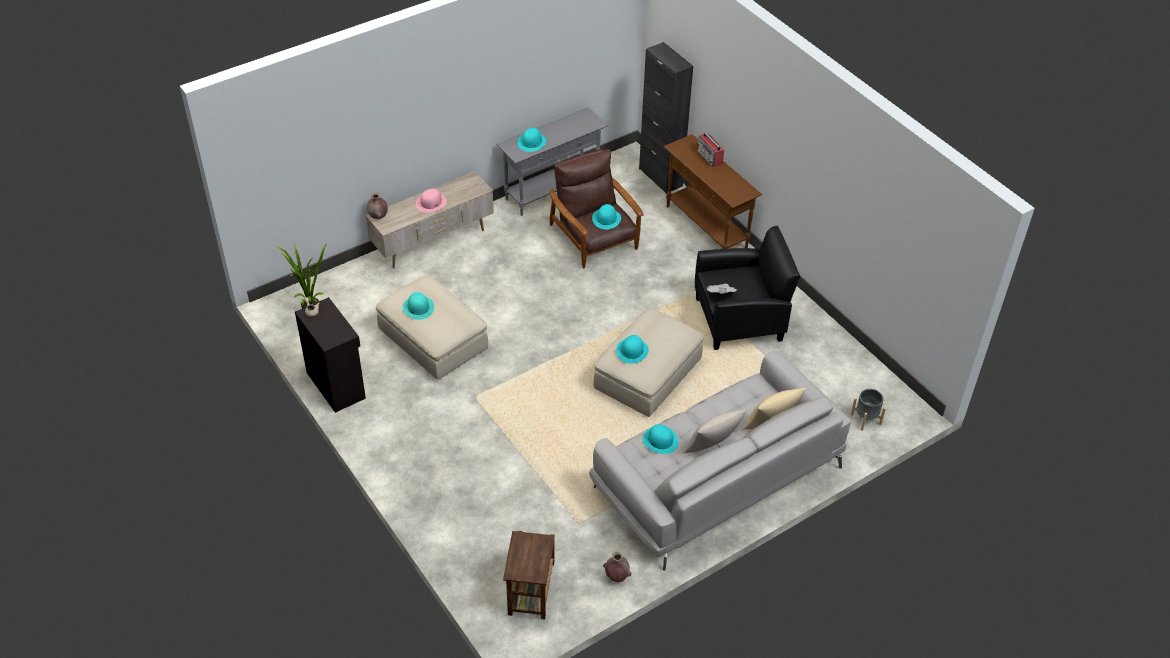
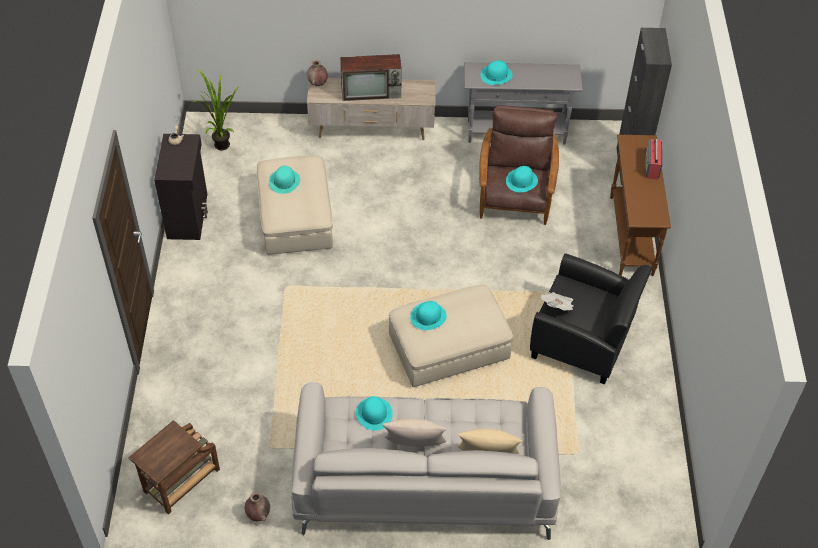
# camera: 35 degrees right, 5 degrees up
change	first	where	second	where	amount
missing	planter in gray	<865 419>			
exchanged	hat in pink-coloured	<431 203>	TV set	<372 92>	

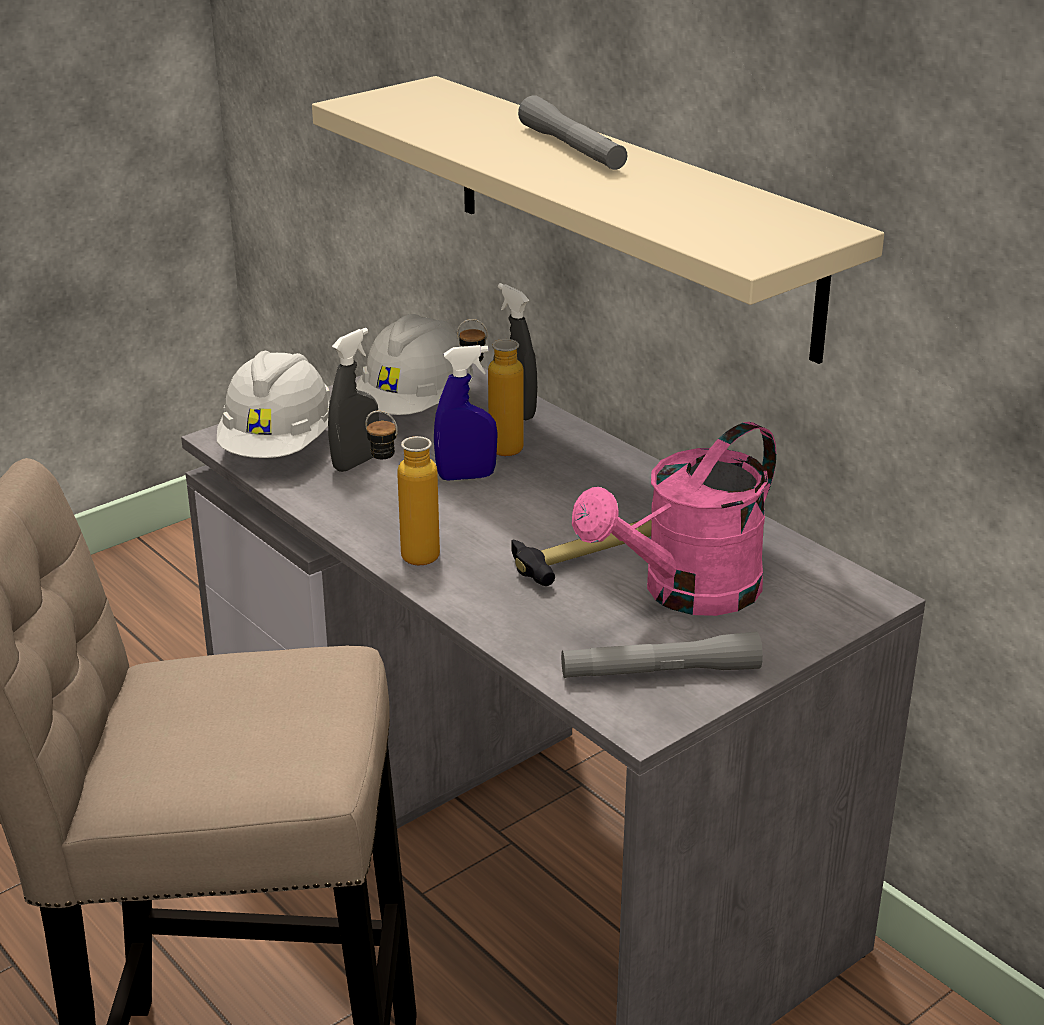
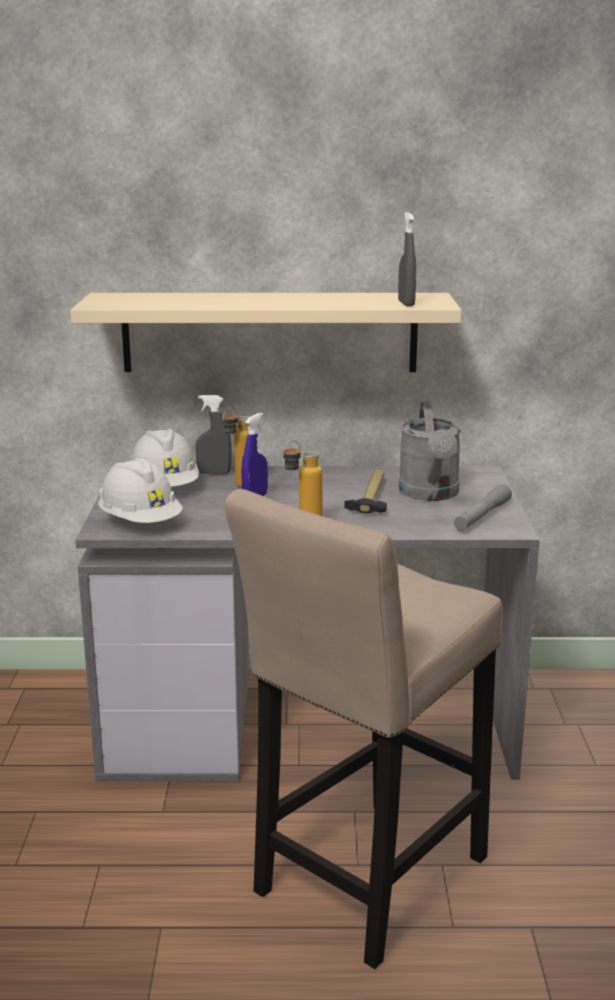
# camera: 50 degrees left, 10 degrees down
change	first	where	second	where	amount
missing	hand torch in gray	<572 149>			
relocated	sprayer in gray	<356 463>		<406 304>	
colour	sprinkling can in pink-coloured	<687 593>	sprinkling can in gray	<430 494>	

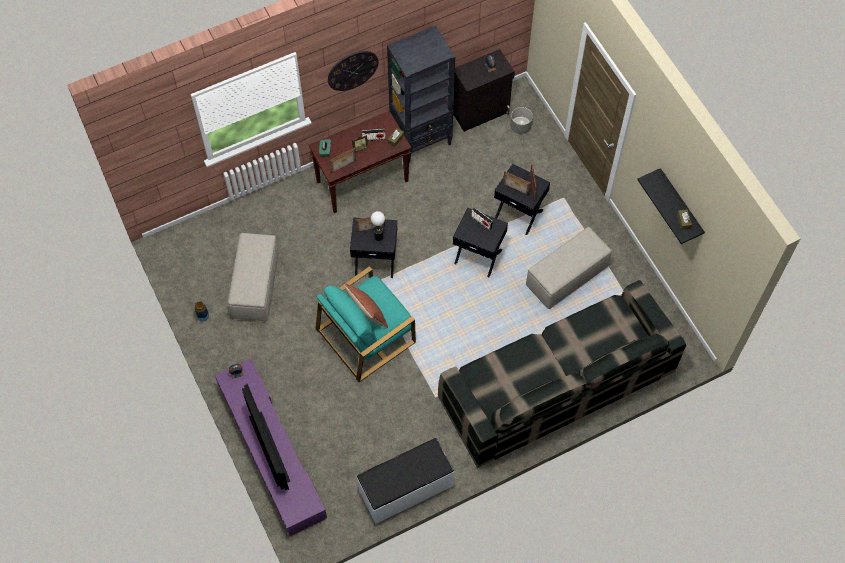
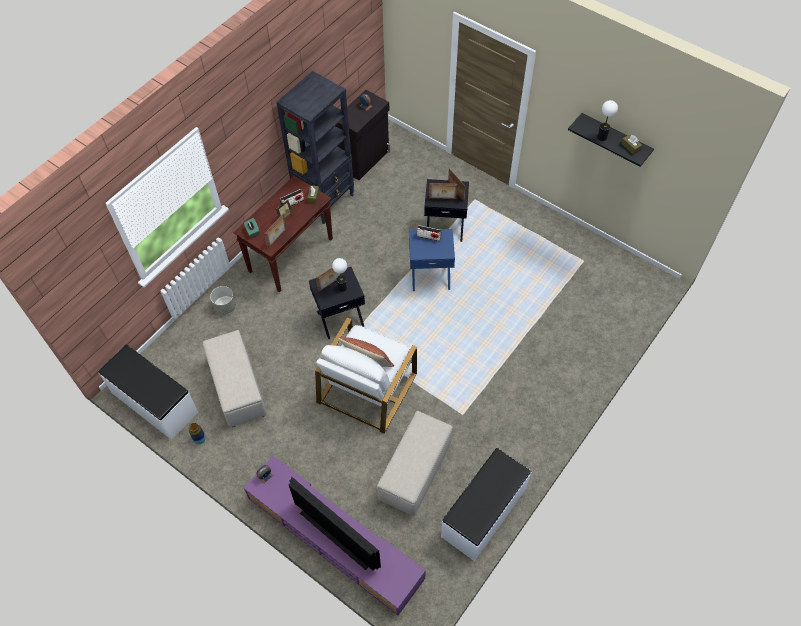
# camera: 25 degrees left, 5 degrees down
change	first	where	second	where	amount
missing	wall clock	<352 70>			
missing	sofa	<556 385>			
appeared			indoor bench in whitish	<154 403>	
appeared			tabletop lamp	<601 137>	
relocated	planter in gray	<520 127>		<225 307>	
relocated	footrest in beige	<566 277>		<415 471>	
colour	armchair in blue-green	<366 334>	armchair in whitish	<367 386>	
colour	accent table in black	<478 256>	accent table in blue	<430 276>	

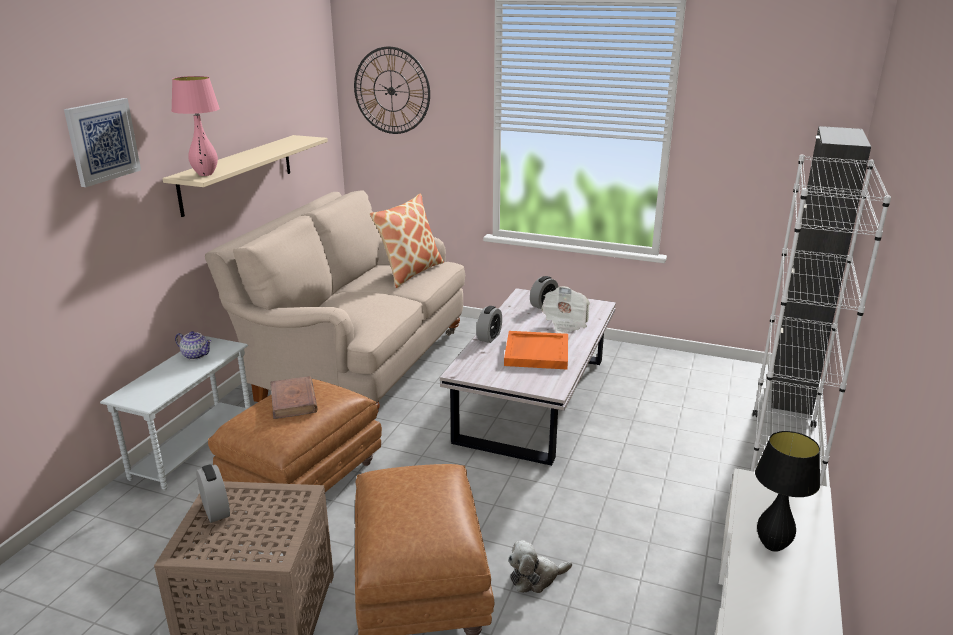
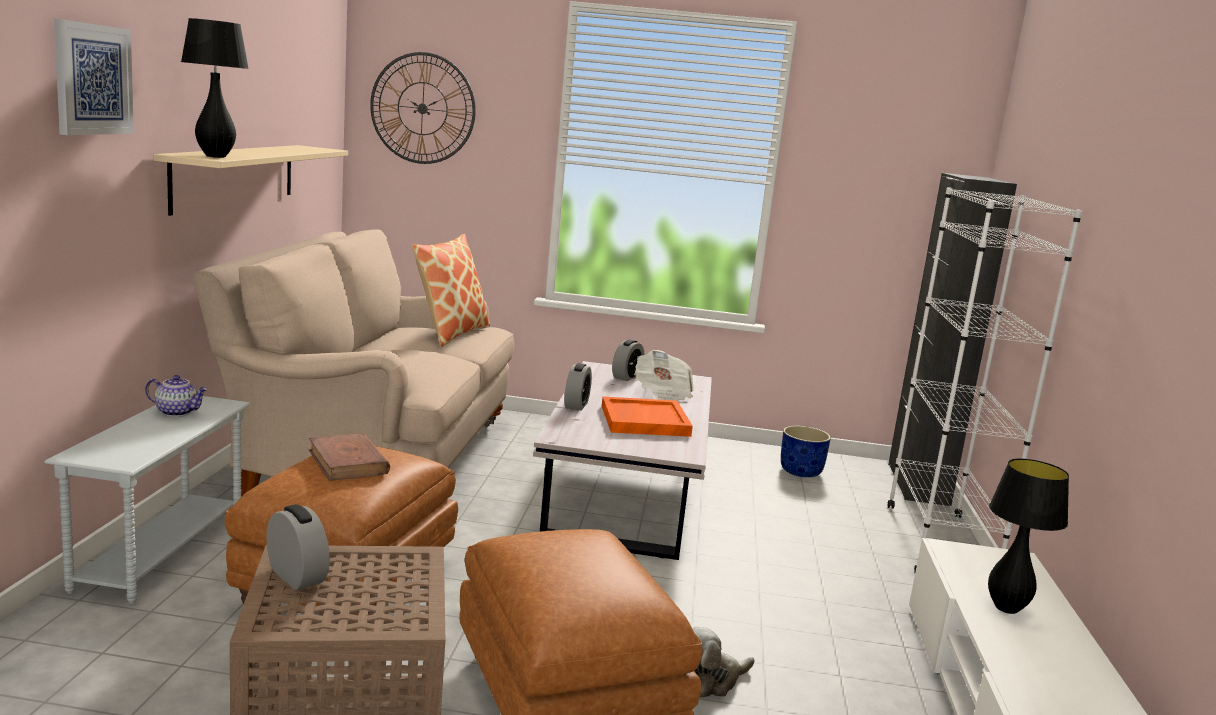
# camera: 15 degrees left, 10 degrees down
change	first	where	second	where	amount
appeared			planter in blue	<801 471>	
colour	tabletop lamp in pink-coloured	<205 174>	tabletop lamp in black	<215 156>	

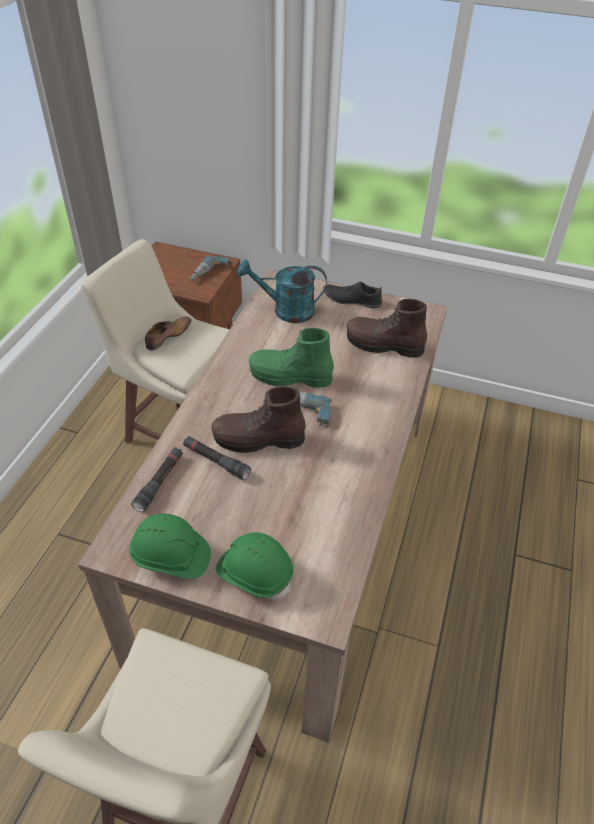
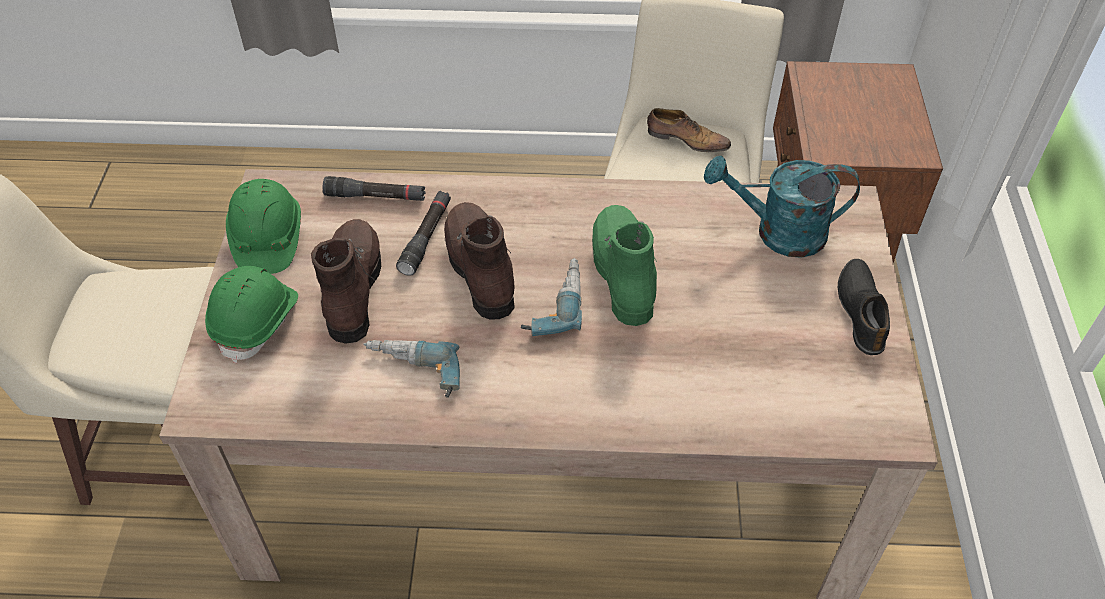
# camera: 75 degrees right, 5 degrees up
change	first	where	second	where	amount
relocated	power drill	<211 274>		<412 373>	
relocated	boot in brown-coloured	<383 345>		<353 289>	
spun	sprinkling can in blue-green	<286 310>		<778 233>	75 degrees counterclockwise

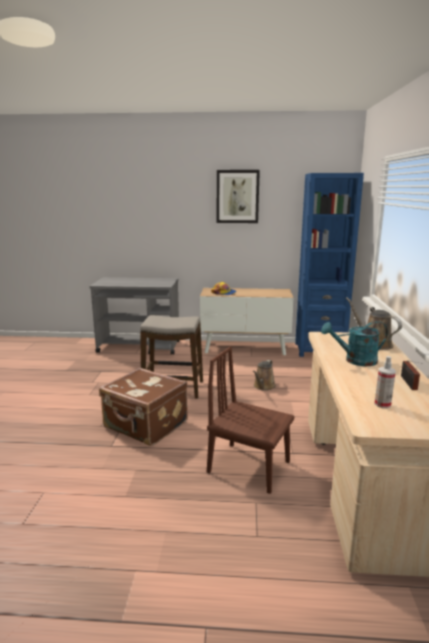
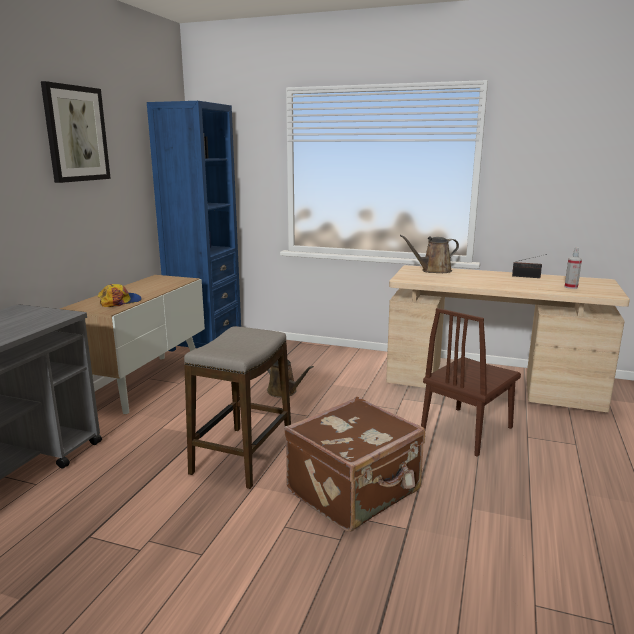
# camera: 75 degrees left, 0 degrees up
change	first	where	second	where	amount
missing	sprinkling can in blue-green	<355 361>			

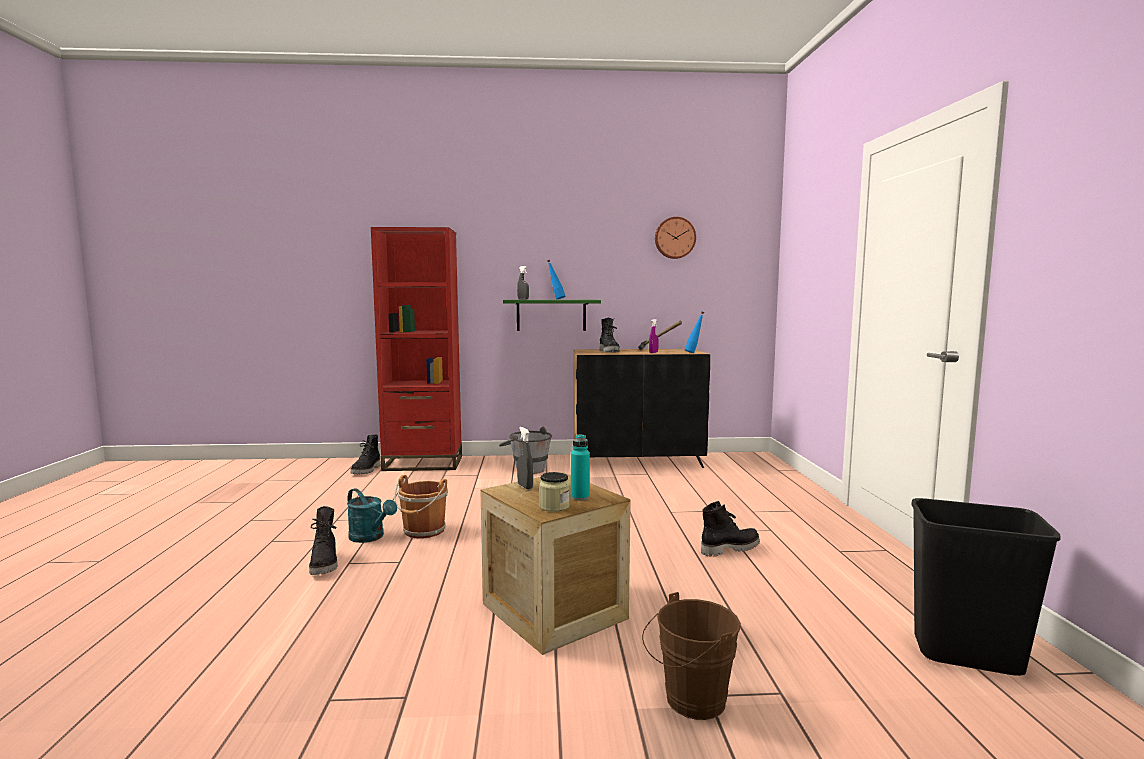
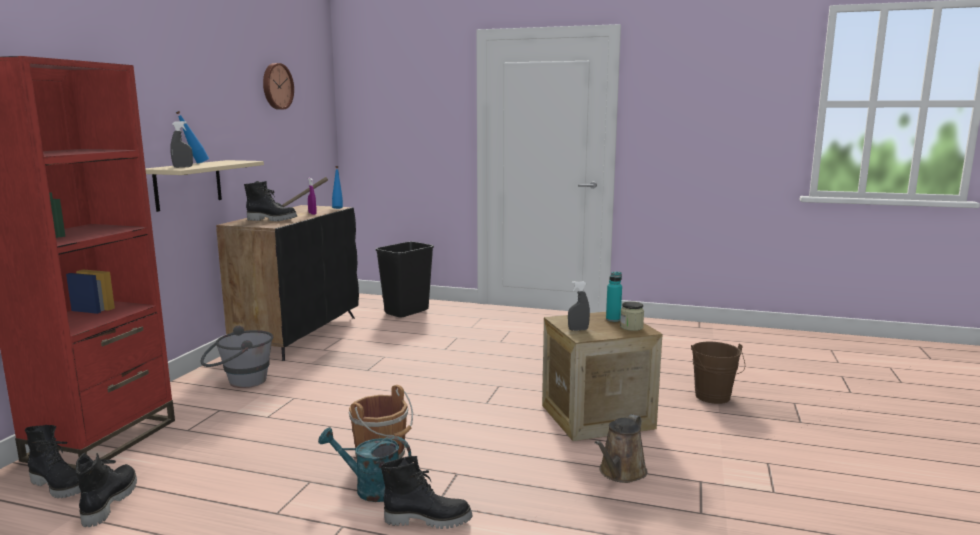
# camera: 70 degrees left, 5 degrees up
change	first	where	second	where	amount
appeared			sprinkling can in brown-coloured	<620 473>	
relocated	boot in black	<729 548>		<108 502>	
relocated	waste bin in black	<967 654>		<406 312>	
colour	shelf in green-coloured	<551 315>	shelf in beige	<188 184>	
spun	sprinkling can in blue-green	<370 537>		<370 489>	135 degrees counterclockwise

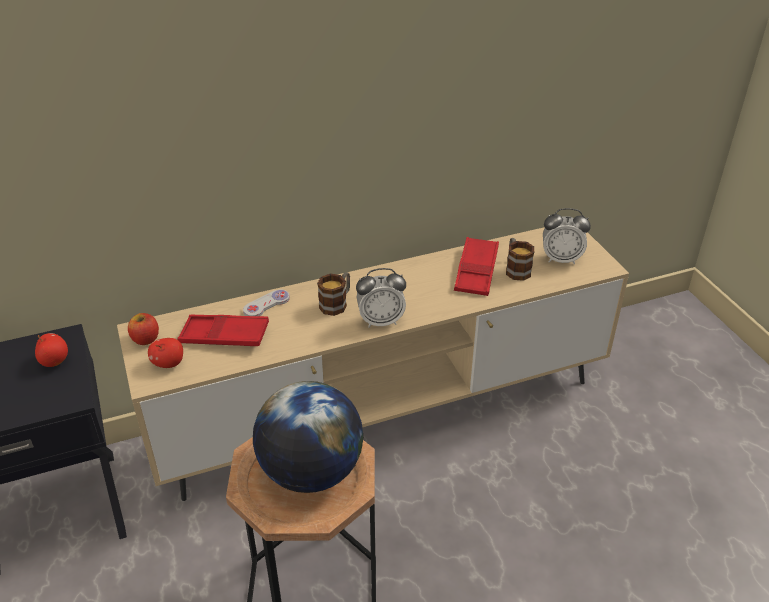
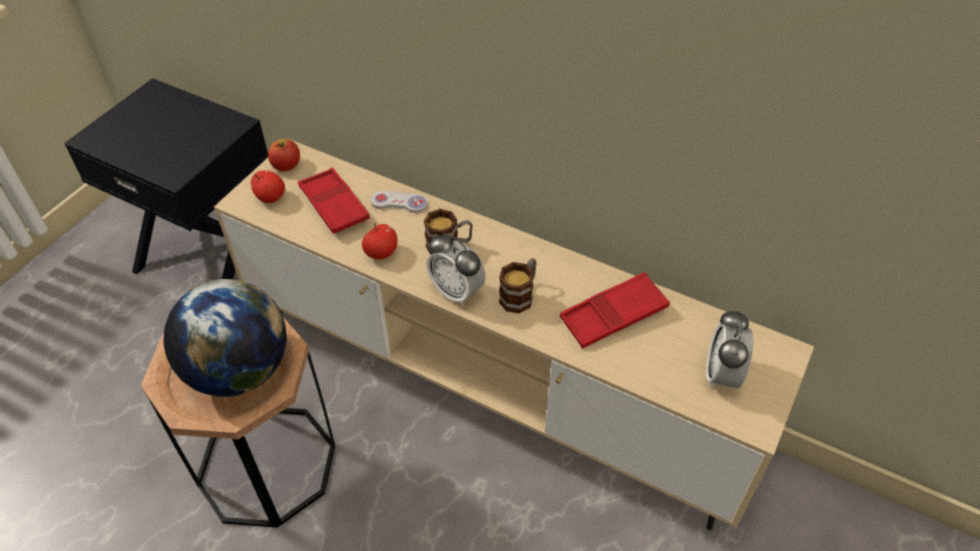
# camera: 50 degrees right, 10 degrees up
change	first	where	second	where	amount
relocated	apple	<54 361>		<381 253>	
relocated	tea mug	<516 269>		<520 295>	
spun	table clock	<561 259>		<721 374>	45 degrees clockwise

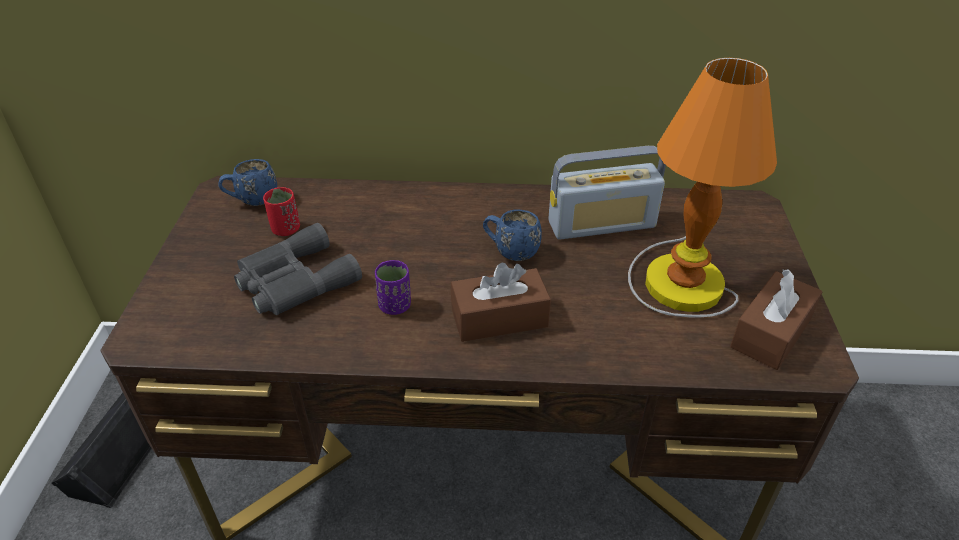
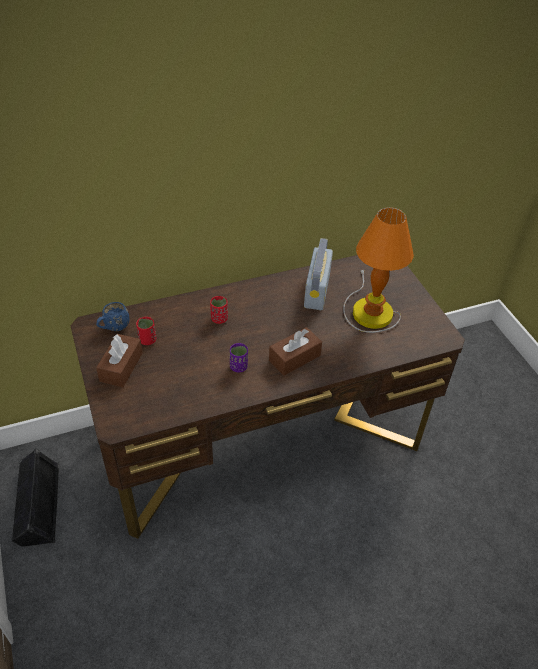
# camera: 25 degrees left, 5 degrees up
change	first	where	second	where	amount
missing	pair of binoculars in gray	<293 281>			
missing	tea mug in blue	<510 252>			
appeared			cup in red	<219 319>	
relocated	box of tissues in brown-coloured	<771 333>		<121 367>	
spun	radio set	<602 224>		<317 290>	135 degrees clockwise

